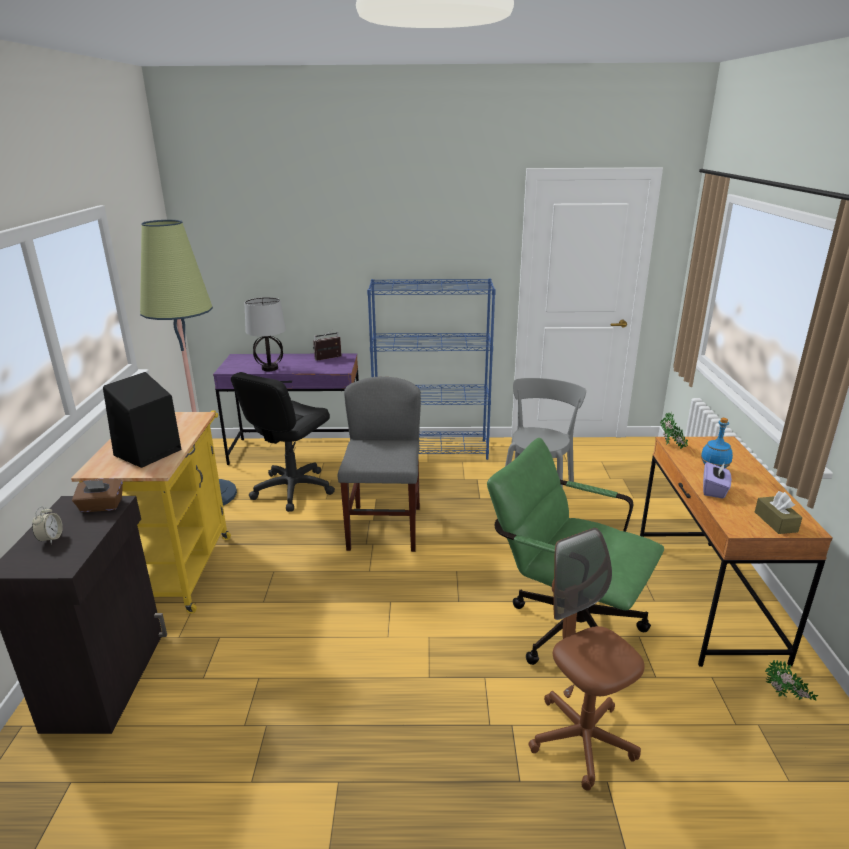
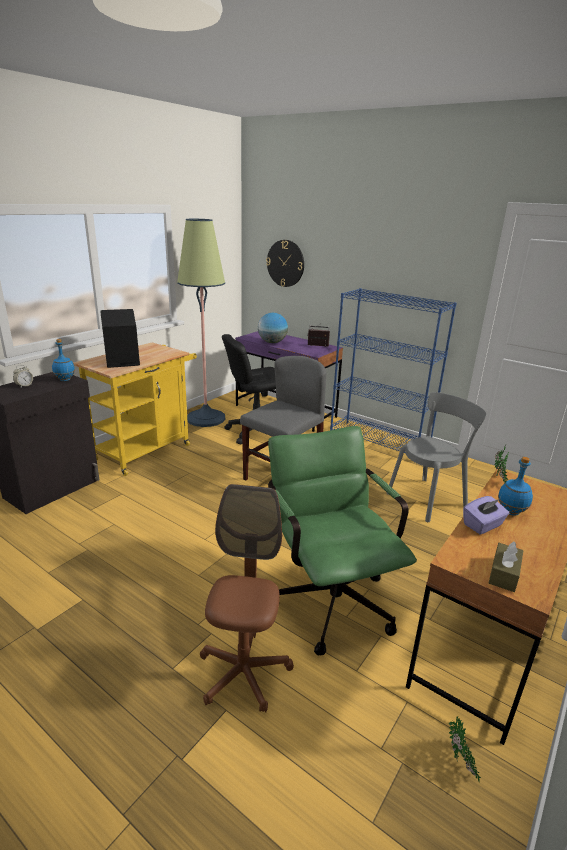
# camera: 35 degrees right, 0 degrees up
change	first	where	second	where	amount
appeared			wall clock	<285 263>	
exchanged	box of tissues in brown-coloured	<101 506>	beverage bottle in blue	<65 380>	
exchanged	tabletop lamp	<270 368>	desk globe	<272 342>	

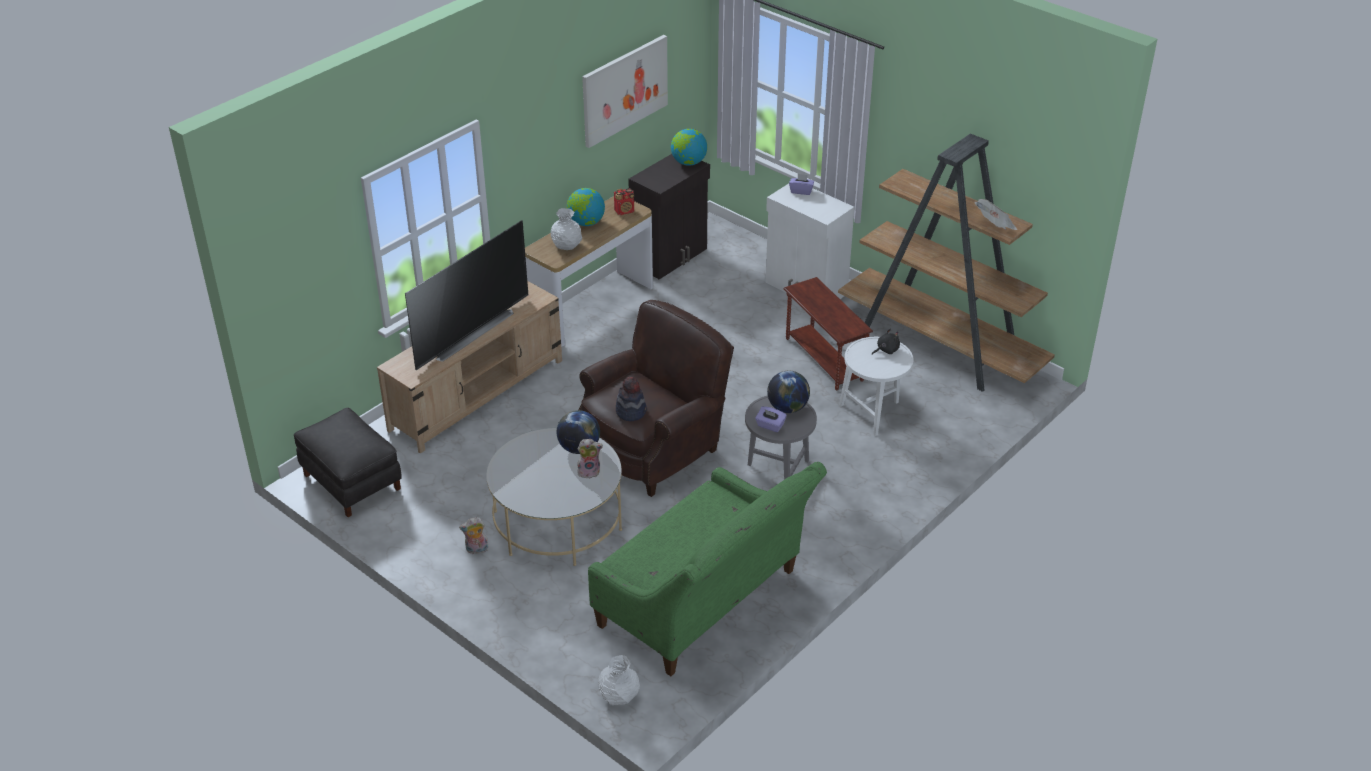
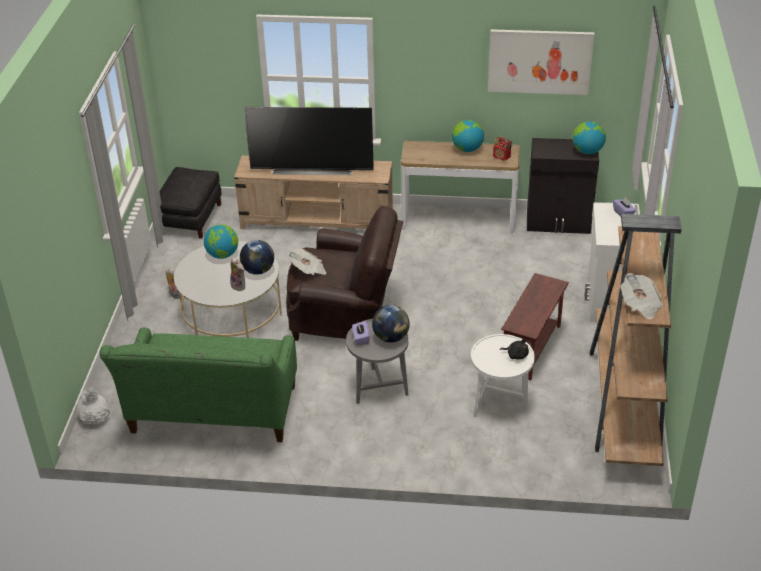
# camera: 55 degrees right, 0 degrees up
change	first	where	second	where	amount
missing	vase in whitish	<567 246>			
appeared			desk globe	<222 255>	
exchanged	hat	<631 411>	printed paper	<308 270>	

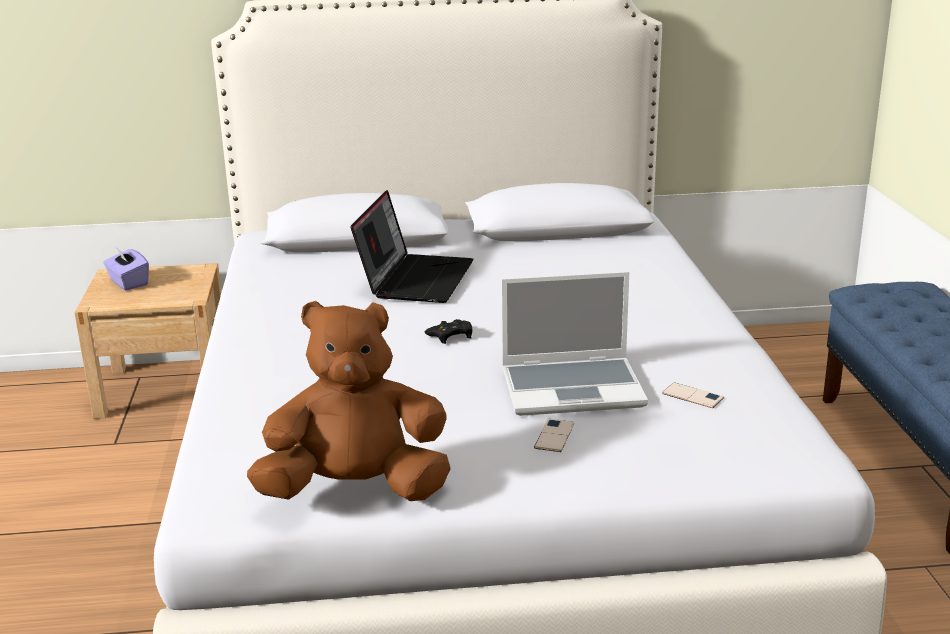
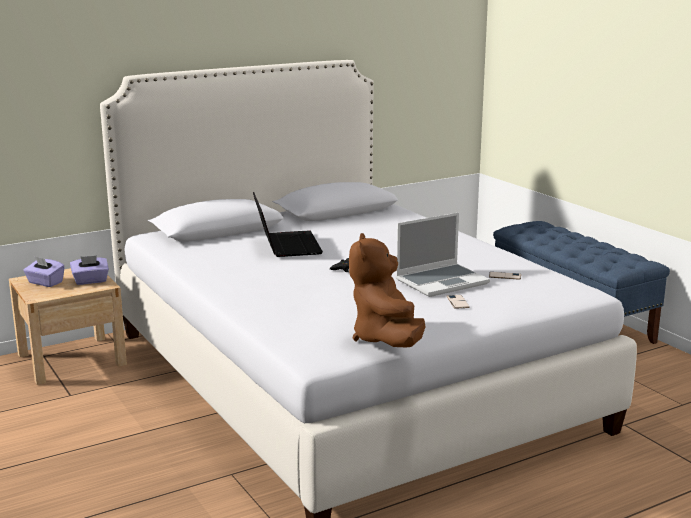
# camera: 25 degrees left, 5 degrees down
change	first	where	second	where	amount
appeared			box of tissues in purplish	<90 281>	
spun	plush toy in brown-coloured	<356 490>		<386 339>	60 degrees counterclockwise

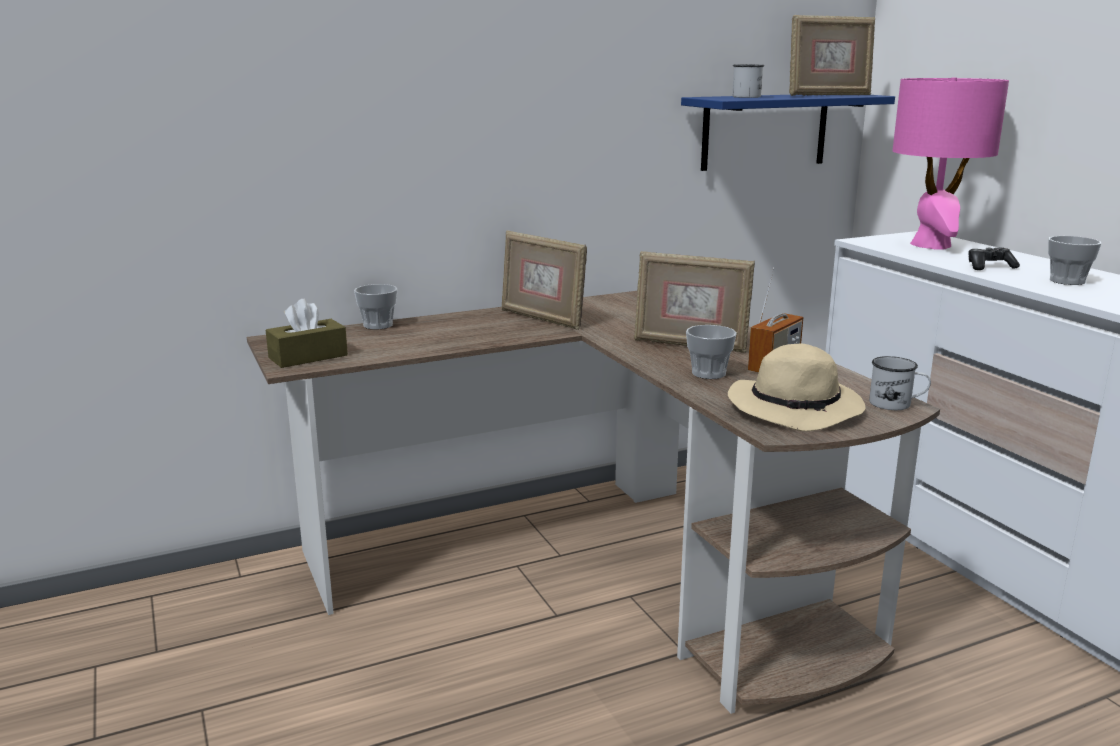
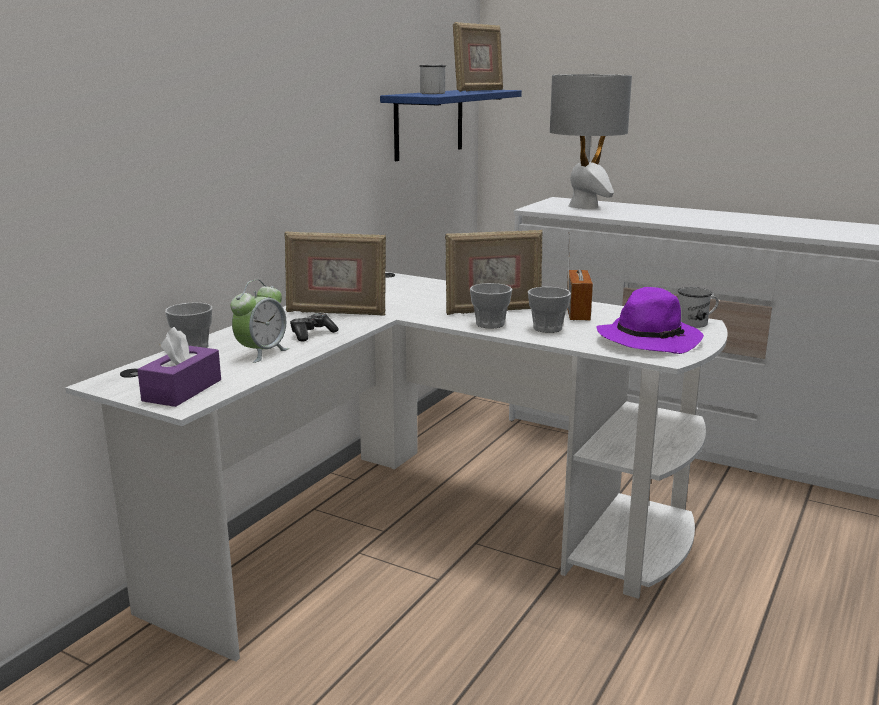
# camera: 35 degrees left, 0 degrees up
change	first	where	second	where	amount
appeared			table clock	<261 353>	
relocated	gamepad	<989 267>		<312 334>	
relocated	cup	<1067 281>		<490 324>	
colour	desk in brown-coloured	<596 568>	desk in whitish	<425 531>	
colour	box of tissues in brown-coloured	<308 357>	box of tissues in purplish	<182 390>	
colour	hat in beige	<797 408>	hat in purplish	<649 339>	
colour	tabletop lamp in pink-coloured	<931 245>	tabletop lamp in gray	<584 206>	

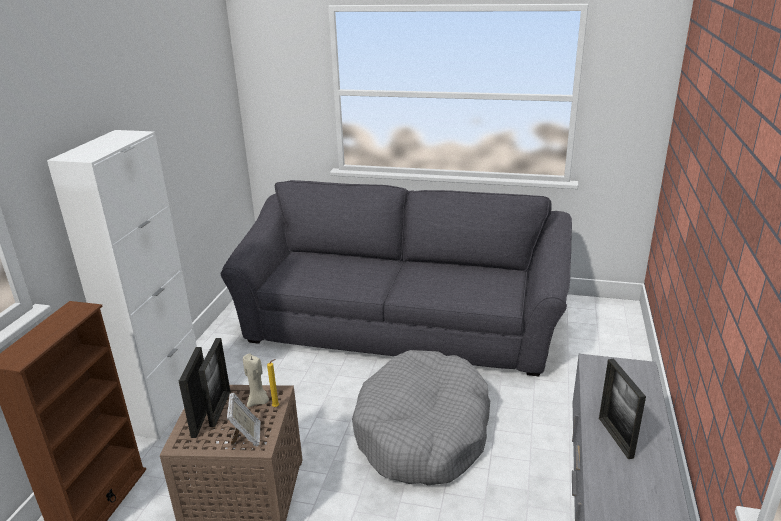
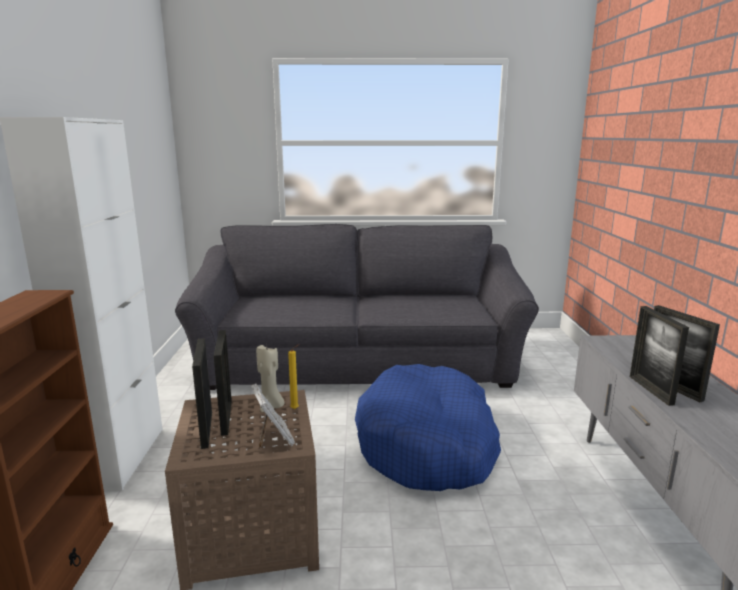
# camera: 15 degrees left, 10 degrees down
change	first	where	second	where	amount
appeared			picture frame	<650 390>	
colour	dog cushion in gray	<423 432>	dog cushion in blue	<427 444>	

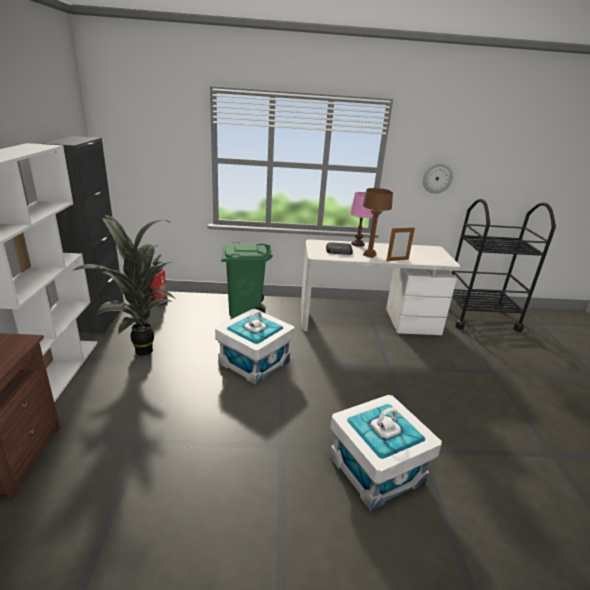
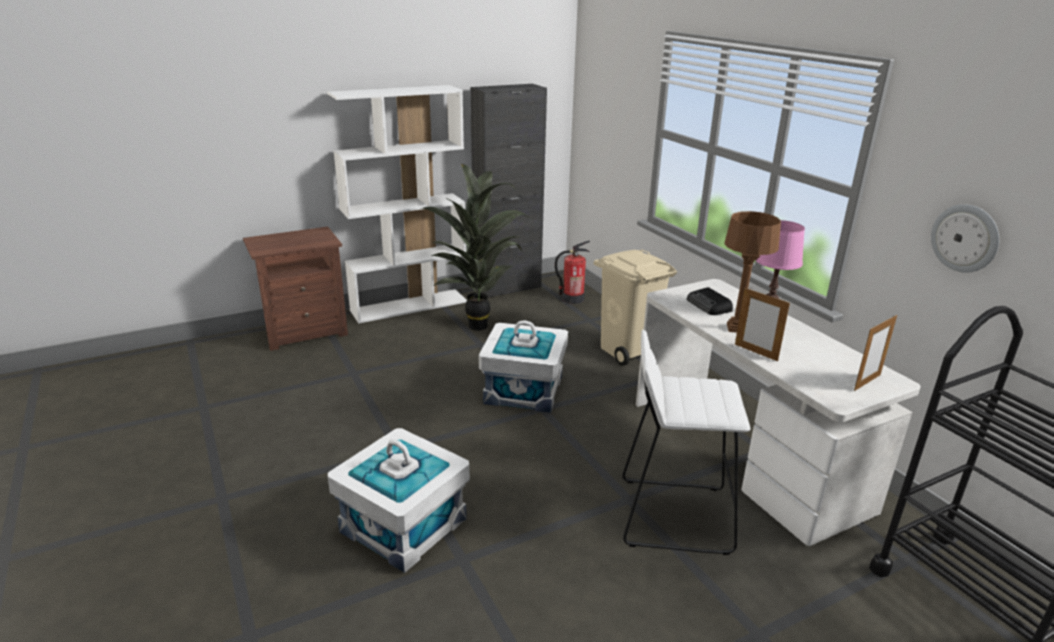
# camera: 65 degrees right, 0 degrees up
change	first	where	second	where	amount
appeared			sitting stool in whitish	<673 514>	
appeared			picture frame	<867 382>	
colour	waste bin in green-coloured	<245 309>	waste bin in beige	<628 349>	

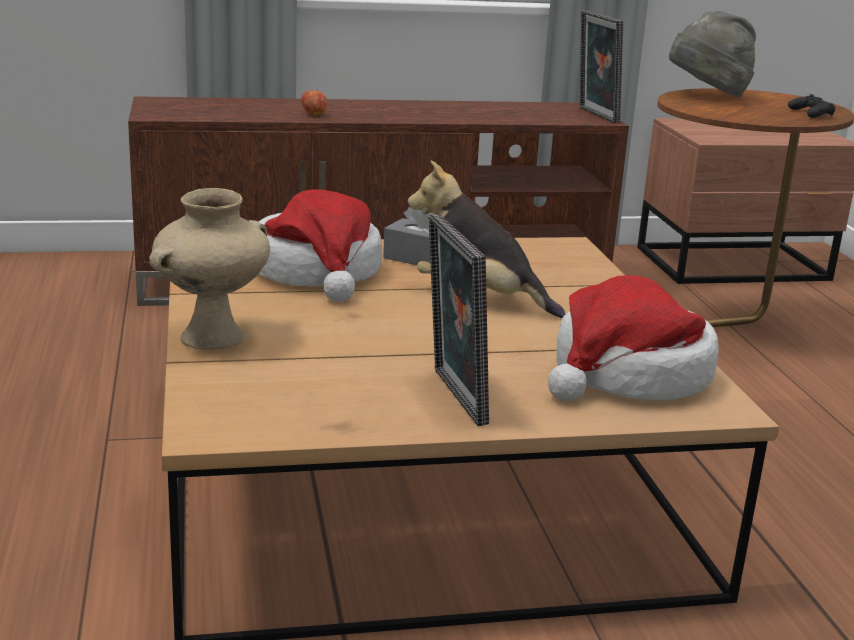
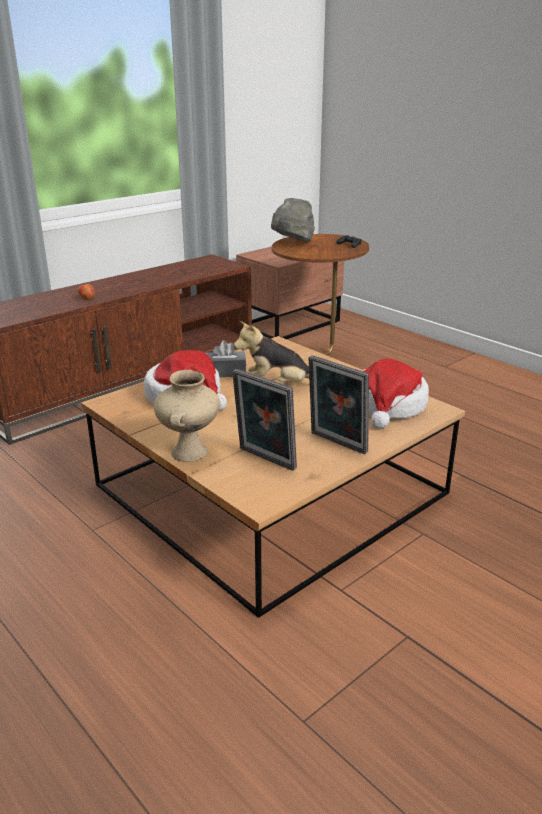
# camera: 30 degrees left, 5 degrees up
change	first	where	second	where	amount
relocated	picture frame	<594 115>		<264 460>	

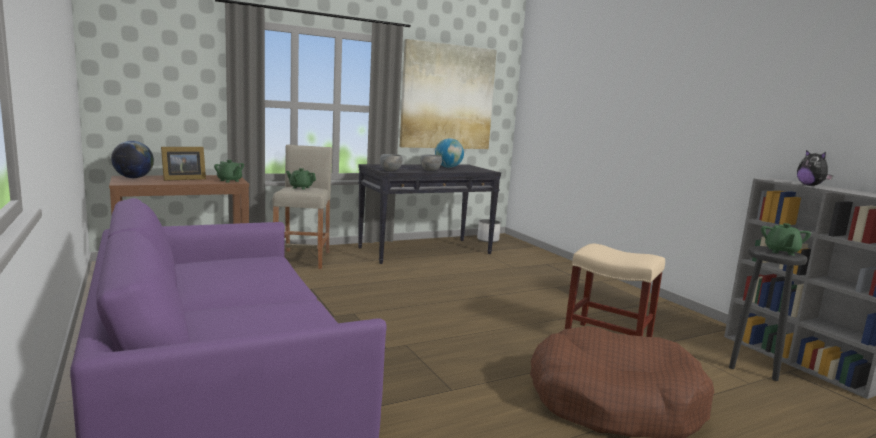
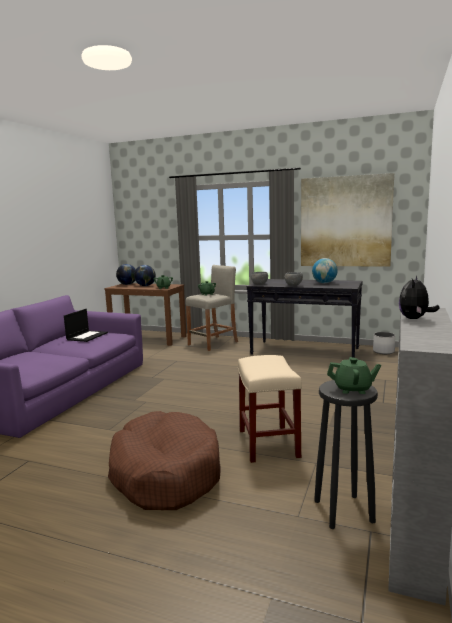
# camera: 50 degrees right, 0 degrees up
change	first	where	second	where	amount
appeared			portable computer	<87 336>	
exchanged	picture frame	<182 179>	desk globe	<145 286>	
spun	teapot in green-coloured	<781 252>		<353 389>	150 degrees counterclockwise

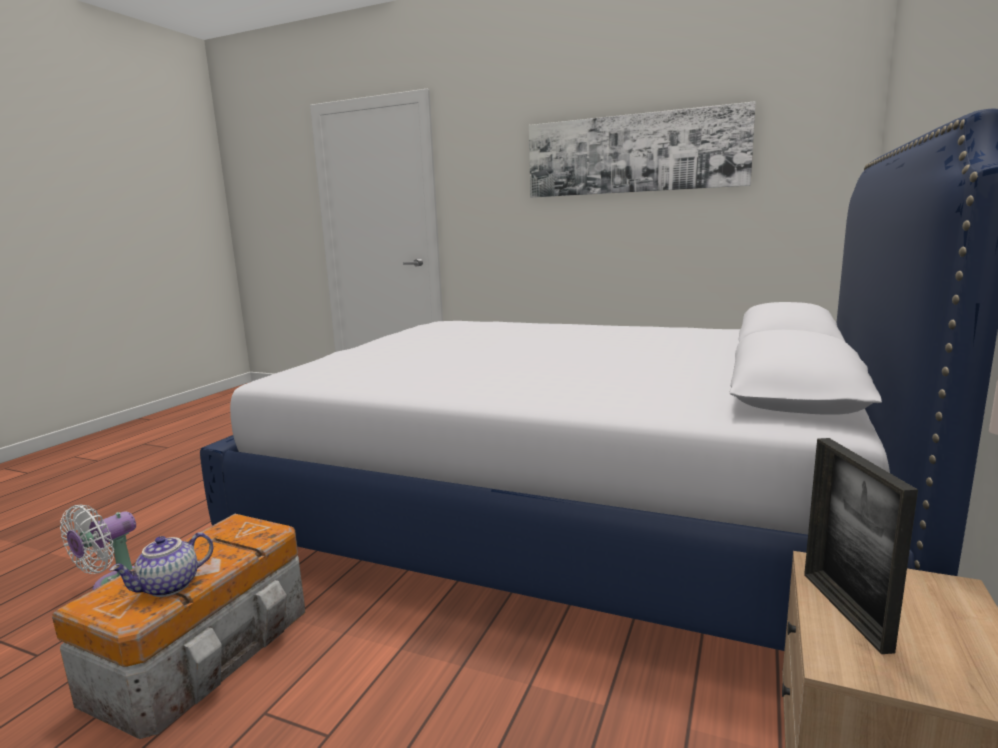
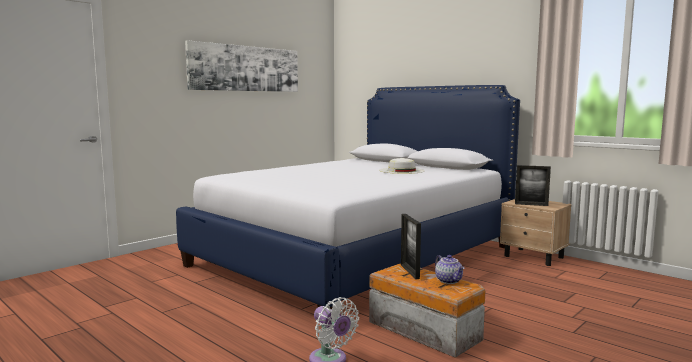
# camera: 70 degrees left, 5 degrees down
change	first	where	second	where	amount
appeared			hat in whitish	<401 170>	
appeared			picture frame	<409 271>	

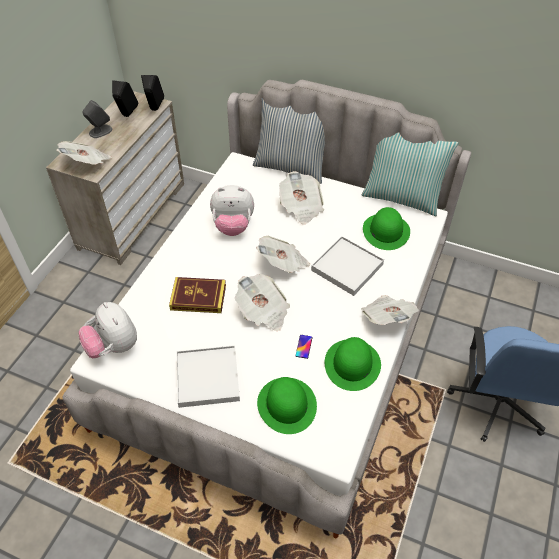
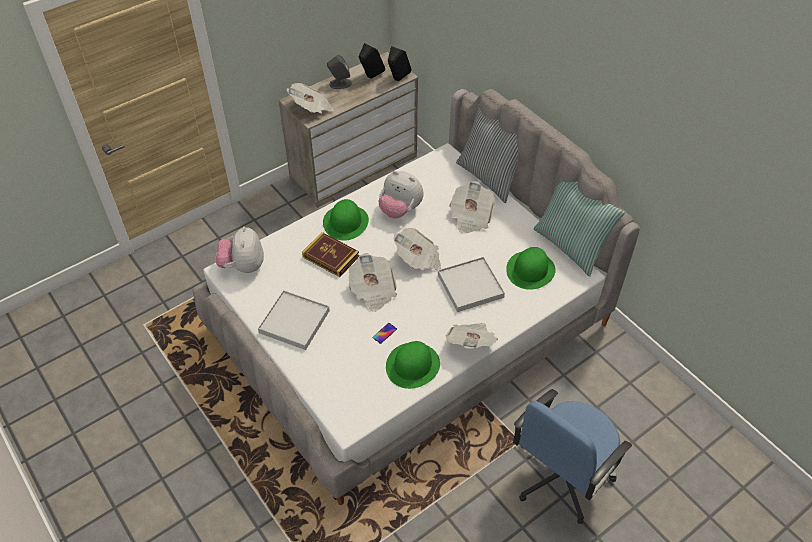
# camera: 30 degrees right, 0 degrees up
change	first	where	second	where	amount
relocated	hat in green-coloured	<287 405>		<346 222>	

